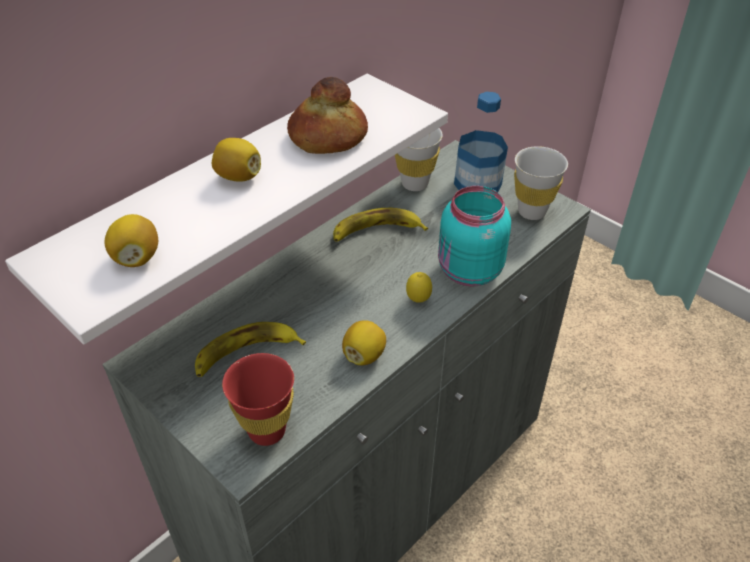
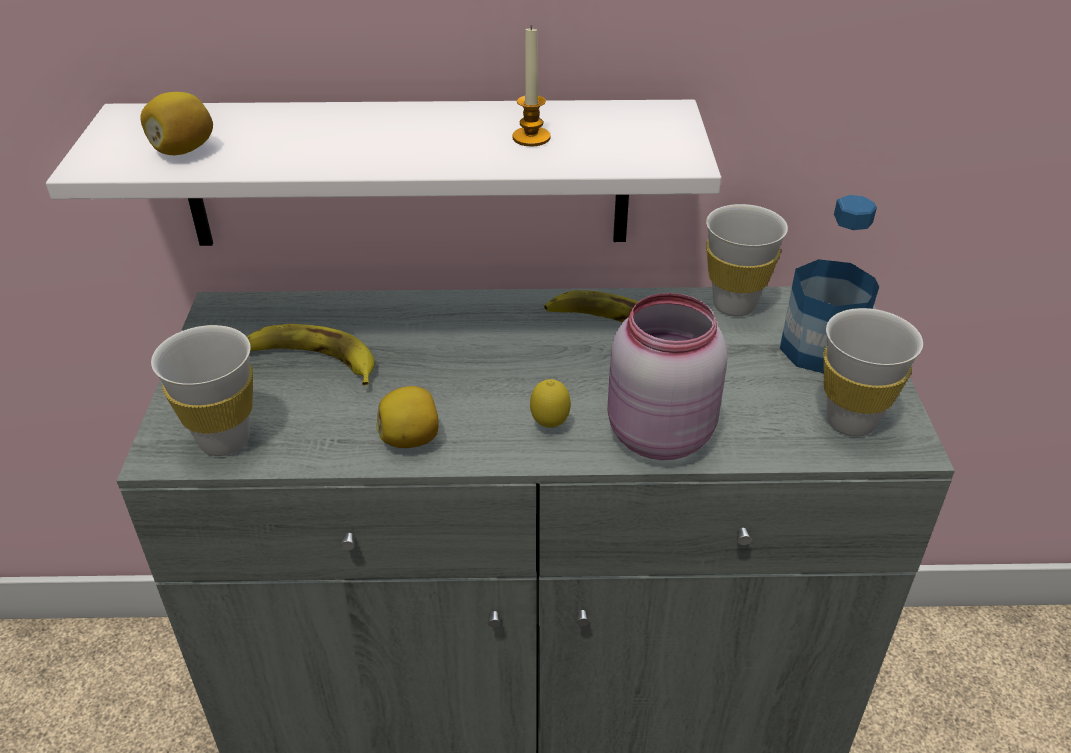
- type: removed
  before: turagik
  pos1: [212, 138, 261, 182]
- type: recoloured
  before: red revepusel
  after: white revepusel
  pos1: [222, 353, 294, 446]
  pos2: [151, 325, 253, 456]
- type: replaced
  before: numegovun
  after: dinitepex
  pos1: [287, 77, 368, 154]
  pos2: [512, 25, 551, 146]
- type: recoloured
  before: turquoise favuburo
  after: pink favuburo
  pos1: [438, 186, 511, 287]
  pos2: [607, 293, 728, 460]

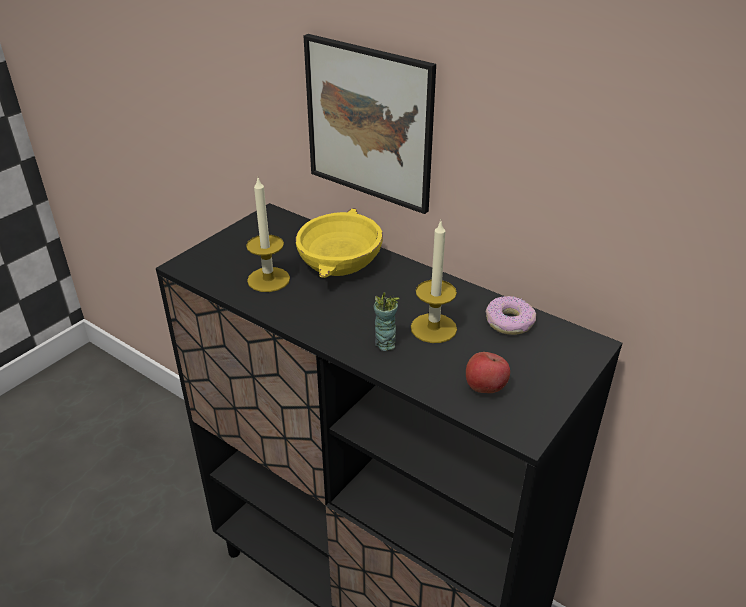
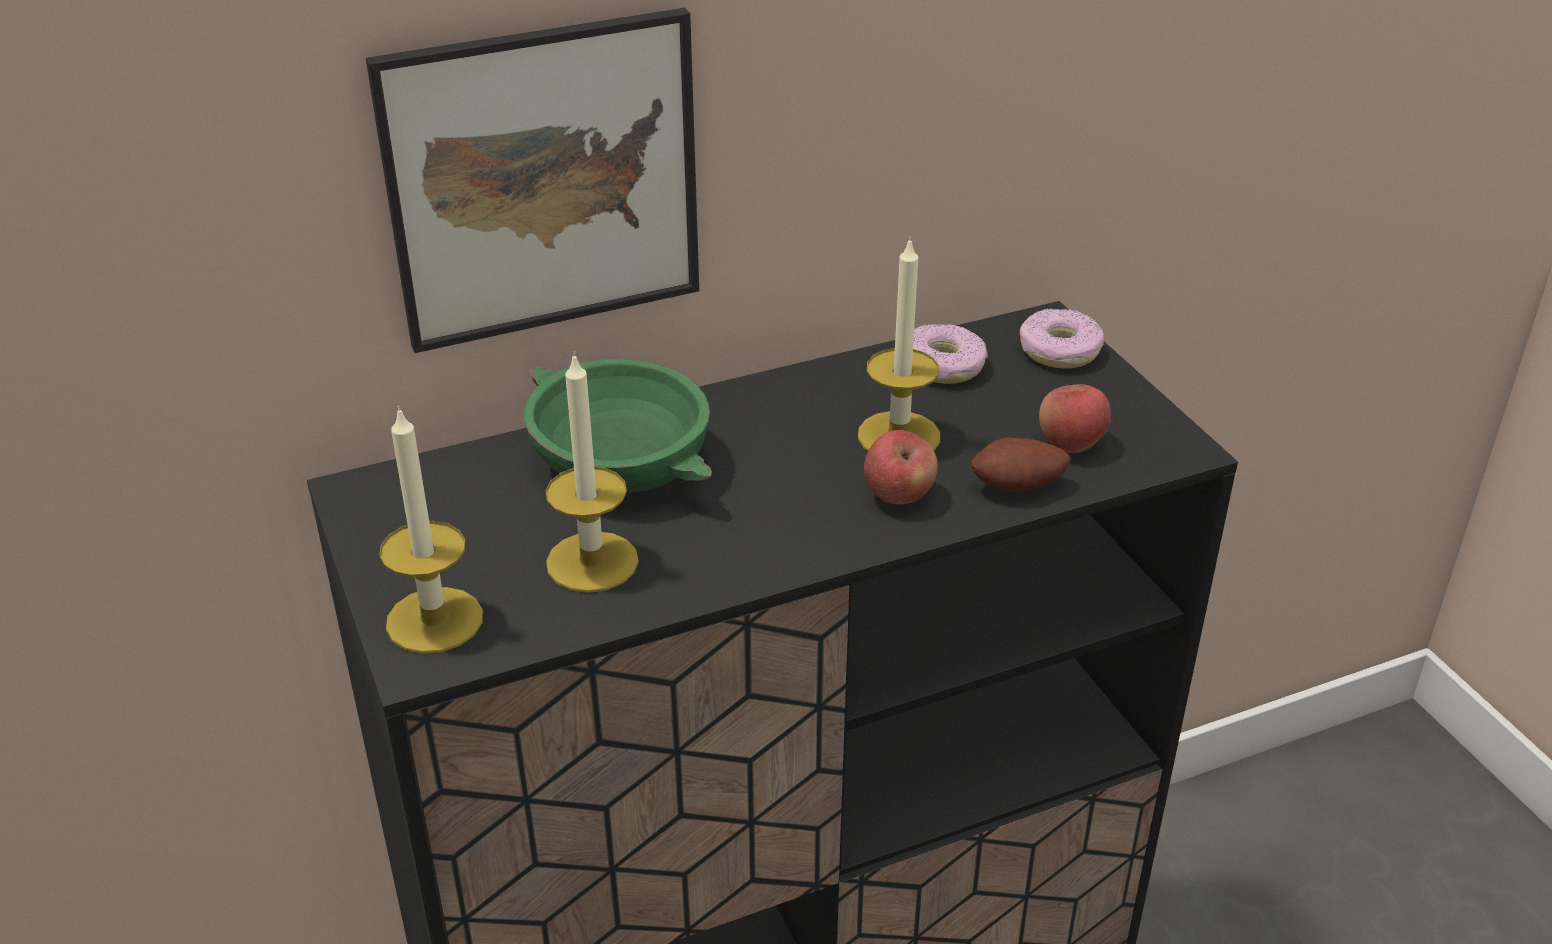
- type: recoloured
  before: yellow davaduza
  after: green davaduza
  pos1: [295, 208, 383, 278]
  pos2: [524, 359, 712, 493]
- type: replaced
  before: revepusel
  after: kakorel
  pos1: [373, 292, 400, 351]
  pos2: [864, 430, 938, 504]
- type: added
  after: dinitepex
  pos2: [379, 406, 483, 654]
- type: added
  after: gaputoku
  pos2: [971, 438, 1071, 492]
- type: added
  after: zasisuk
  pos2: [1020, 309, 1104, 369]

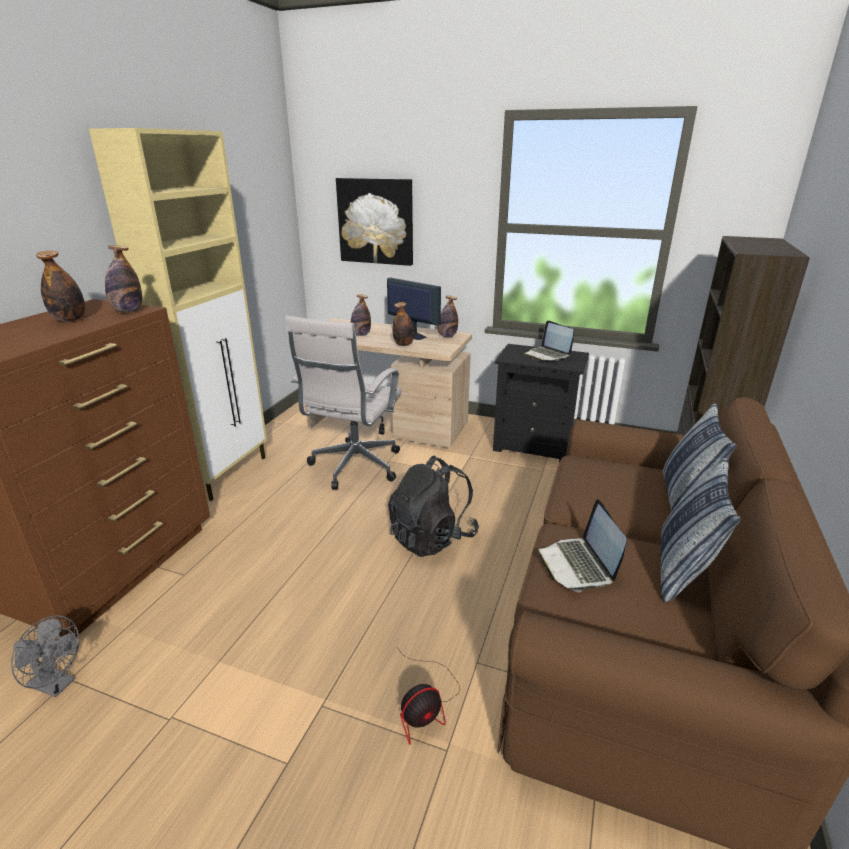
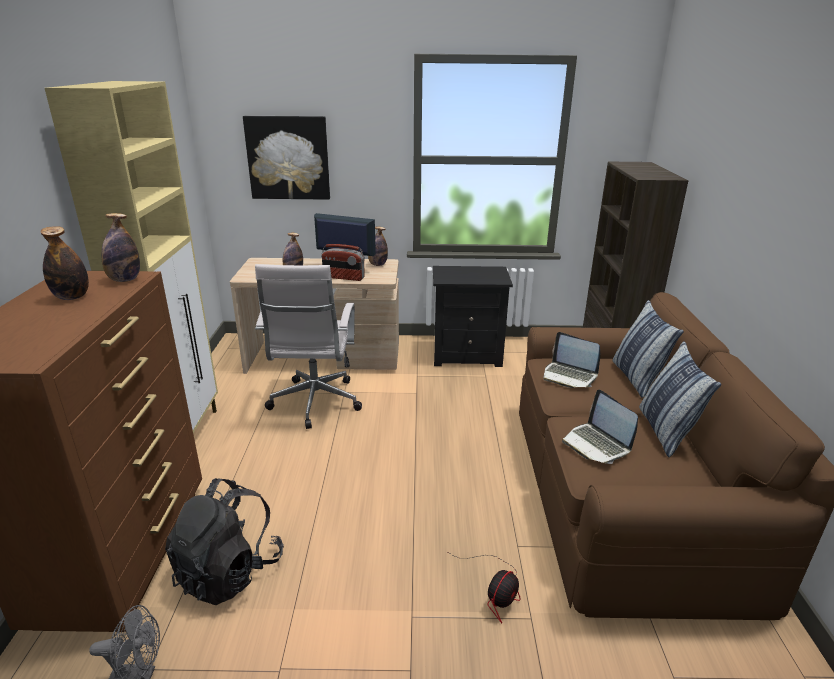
- type: moved
  before: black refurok
  pos1: [388, 456, 479, 557]
  pos2: [165, 478, 284, 605]
- type: replaced
  before: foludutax
  after: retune
  pos1: [392, 302, 414, 346]
  pos2: [321, 244, 365, 281]
- type: moved
  before: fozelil
  pos1: [524, 320, 574, 361]
  pos2: [543, 332, 600, 388]

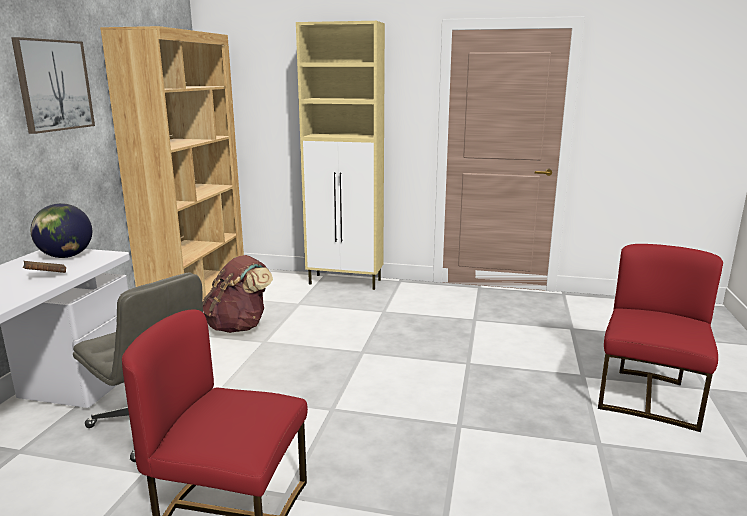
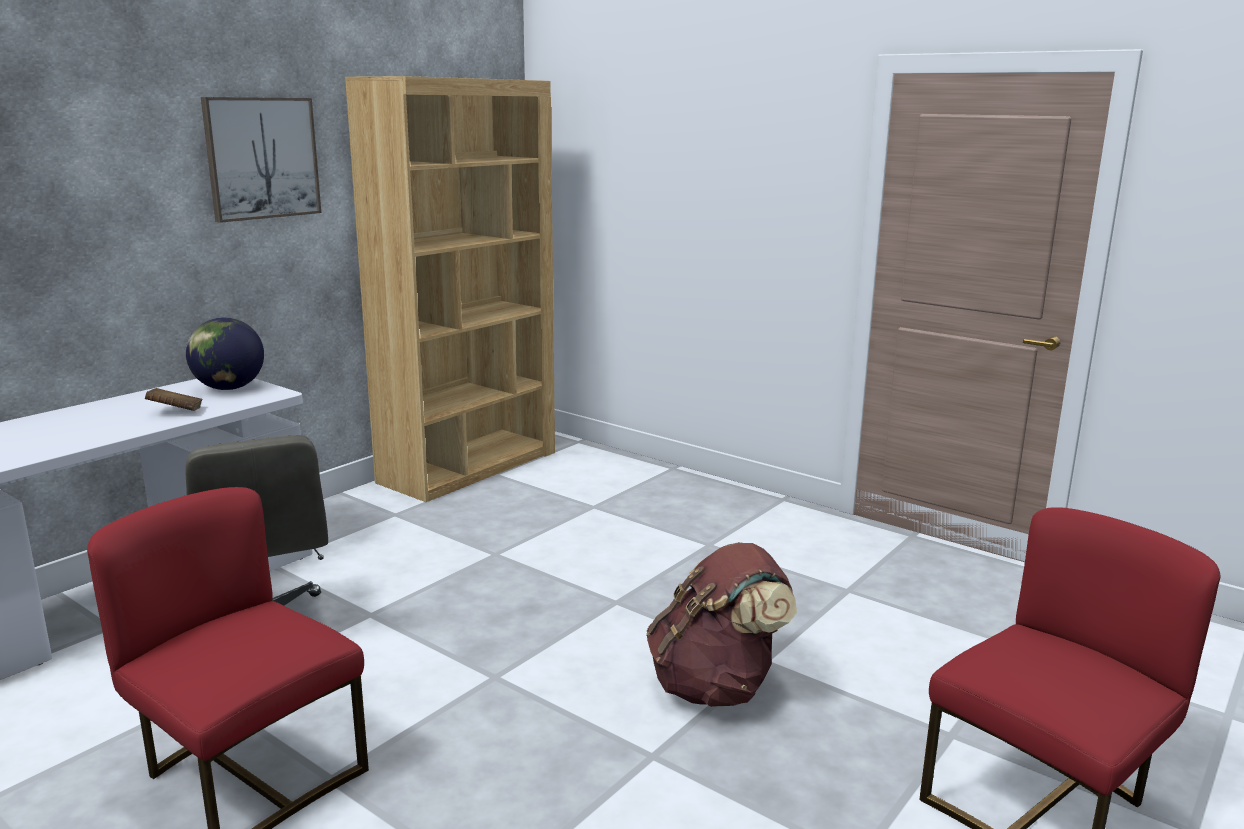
- type: moved
  before: brown refurok
  pos1: [203, 255, 273, 333]
  pos2: [646, 542, 797, 707]
- type: removed
  before: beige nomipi
  pos1: [296, 21, 385, 290]

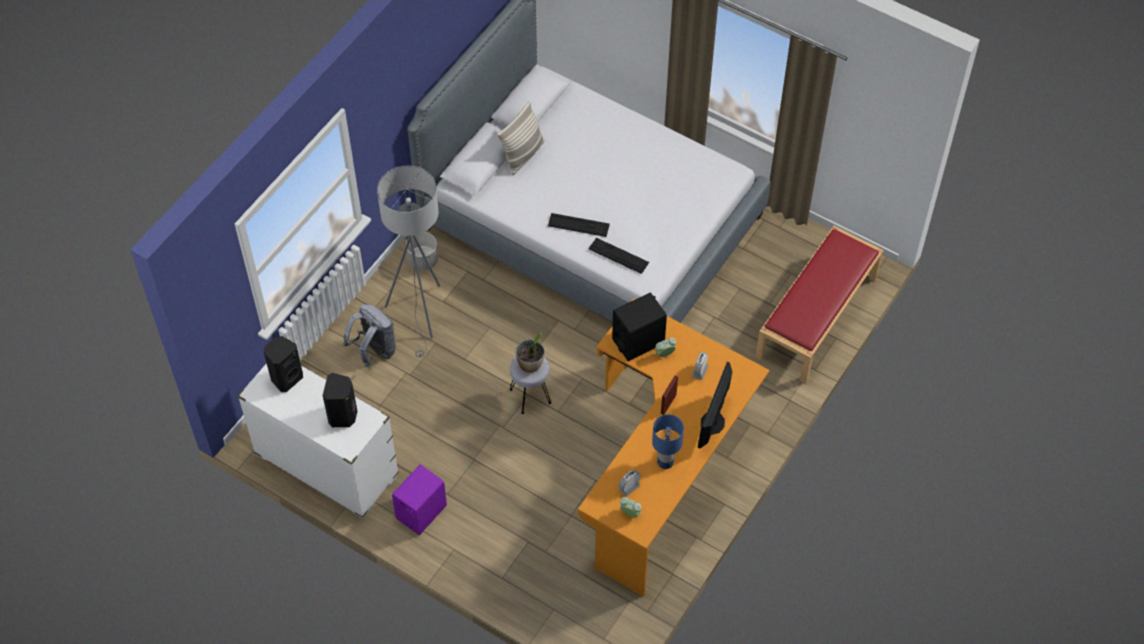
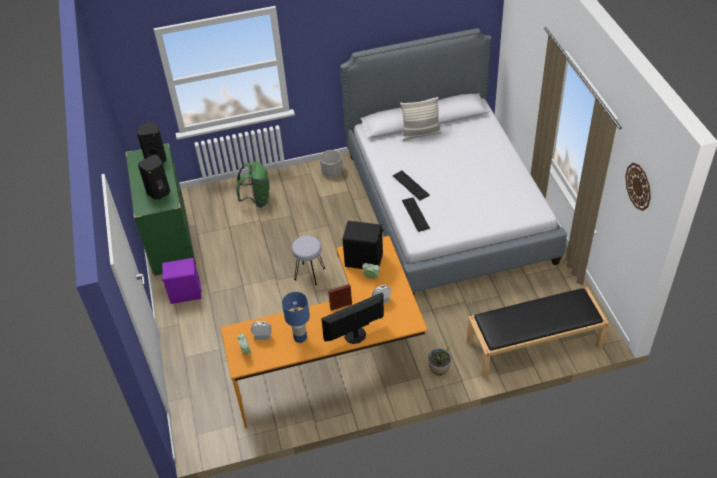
- type: recoloured
  before: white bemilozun
  after: green bemilozun
  pos1: [237, 363, 399, 519]
  pos2: [125, 143, 196, 276]
- type: recoloured
  before: grey refurok
  after: green refurok
  pos1: [343, 304, 396, 367]
  pos2: [236, 161, 269, 207]
- type: removed
  before: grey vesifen
  pos1: [377, 166, 440, 357]
- type: moved
  before: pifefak
  pos1: [516, 332, 545, 373]
  pos2: [428, 347, 451, 376]
- type: recoloured
  before: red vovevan
  after: black vovevan
  pos1: [756, 226, 884, 384]
  pos2: [467, 287, 609, 378]
- type: added
  after: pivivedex
  pos2: [625, 163, 651, 211]

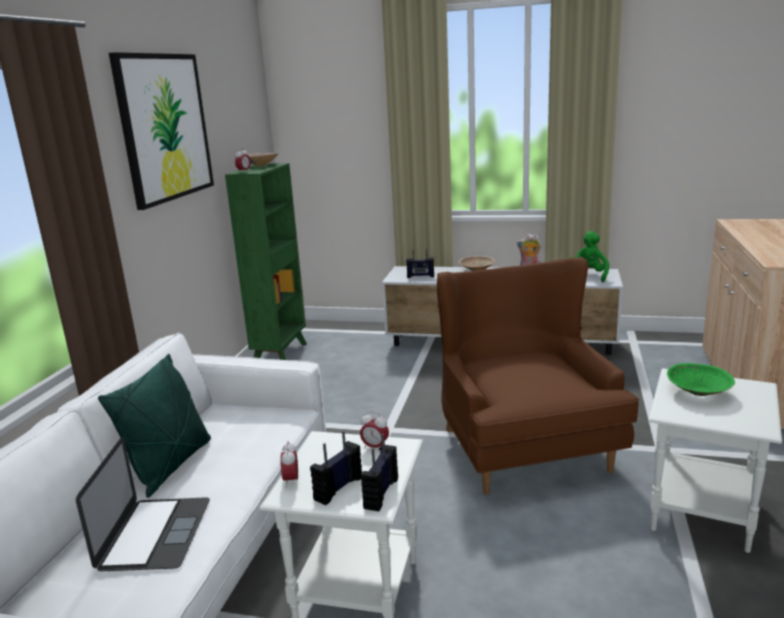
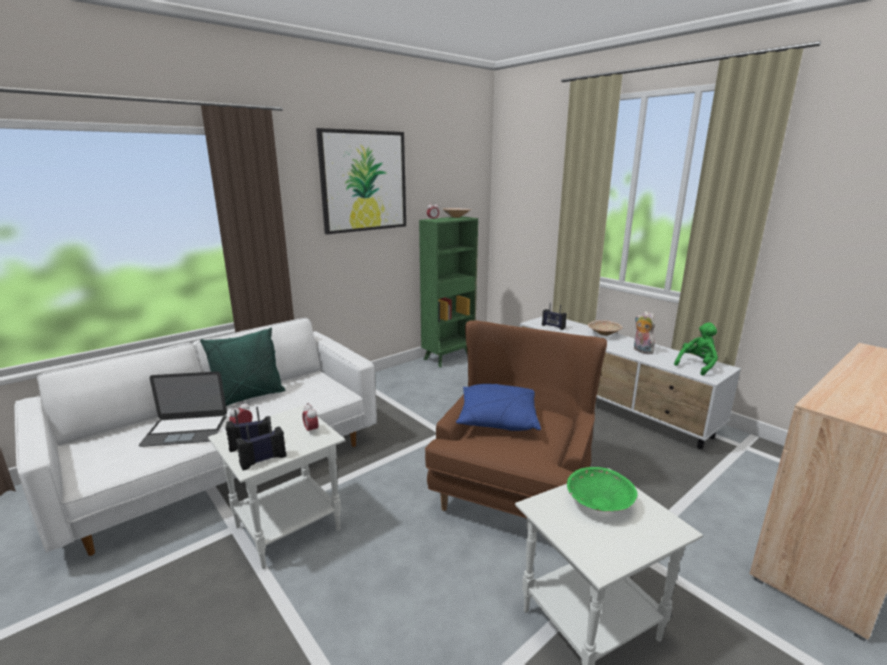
- type: turned
  before: fozelil
  pos1: [76, 437, 210, 571]
  pos2: [138, 371, 227, 447]
  turn: 45
- type: added
  after: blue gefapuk
  pos2: [456, 384, 541, 431]

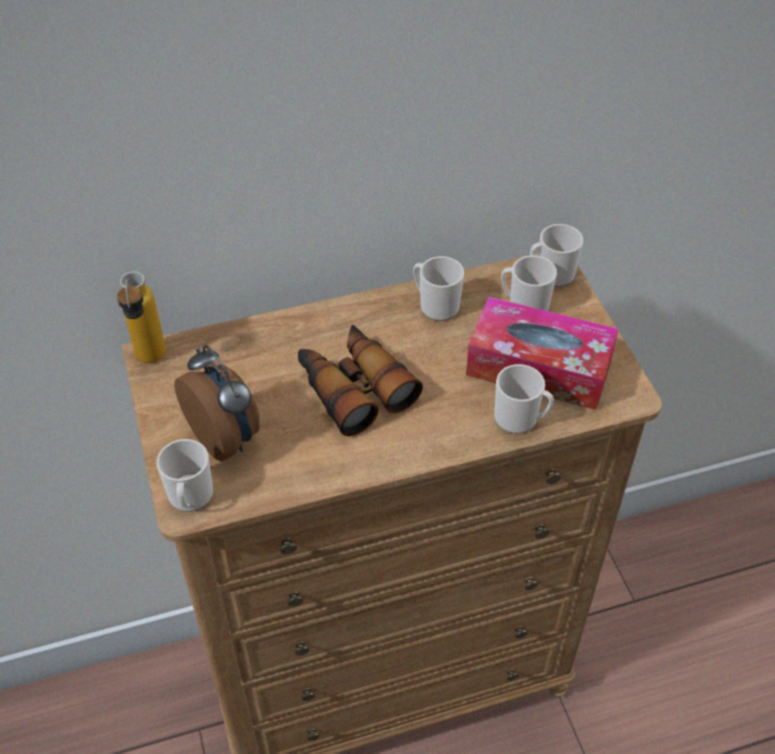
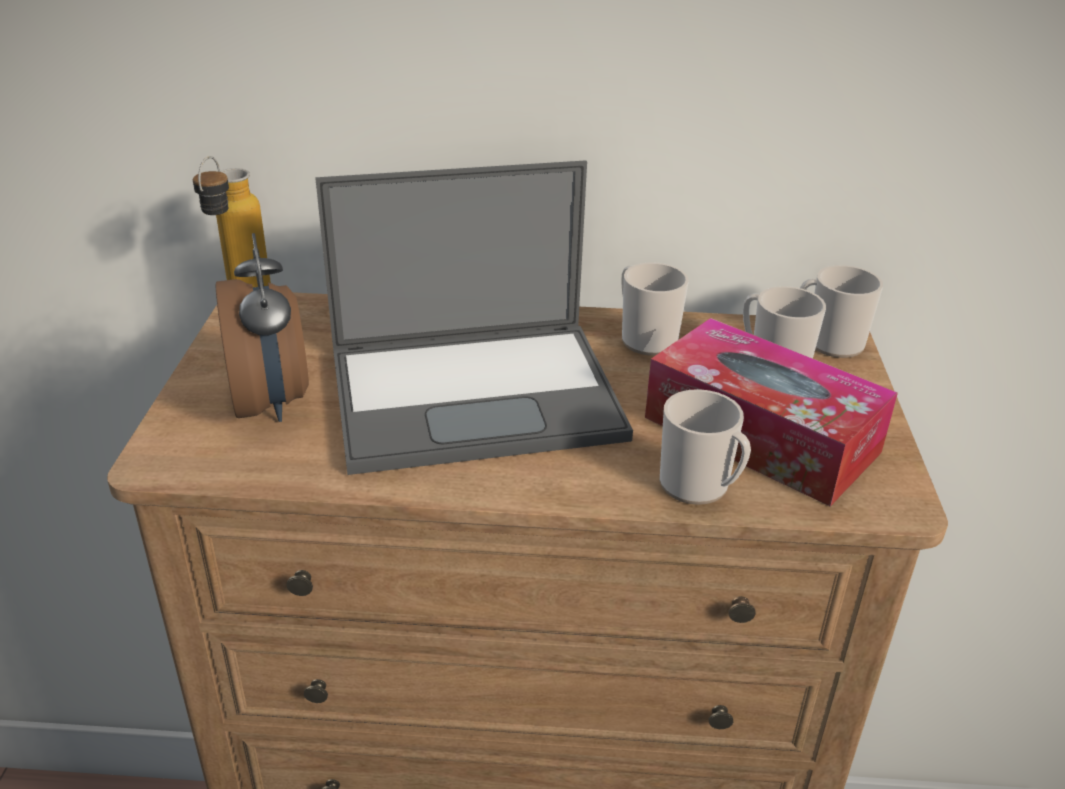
- type: removed
  before: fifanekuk
  pos1: [156, 439, 213, 512]
- type: replaced
  before: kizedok
  after: fozelil
  pos1: [298, 325, 423, 436]
  pos2: [315, 160, 633, 475]

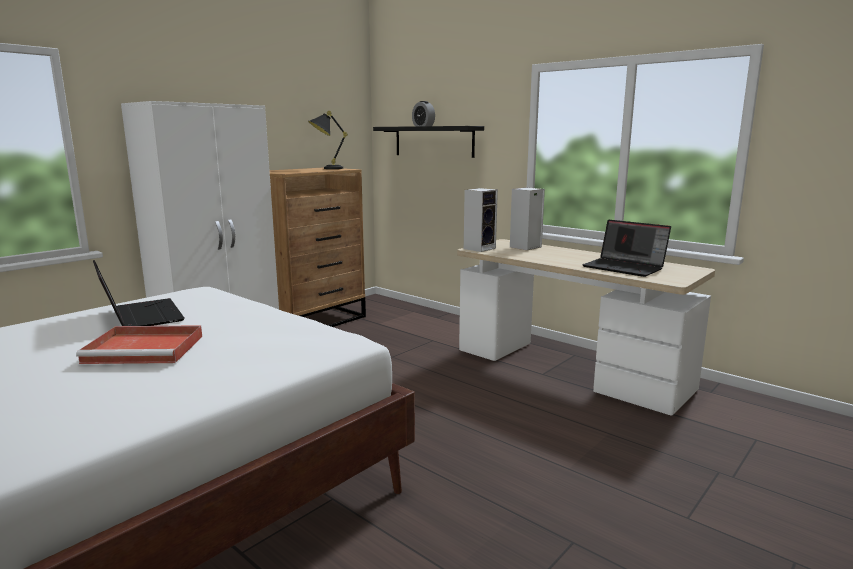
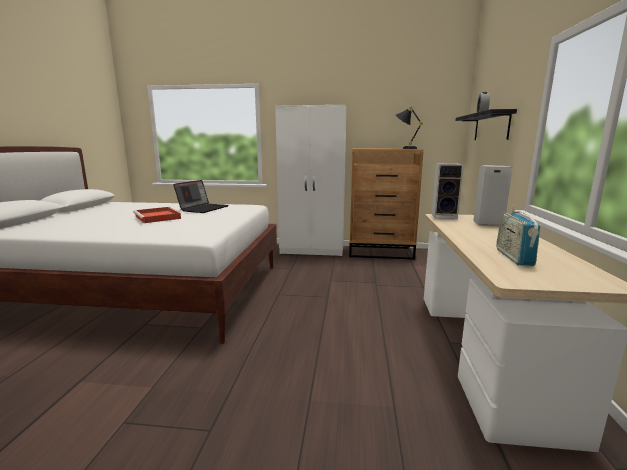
- type: replaced
  before: fozelil
  after: retune
  pos1: [582, 220, 671, 277]
  pos2: [496, 205, 541, 266]

